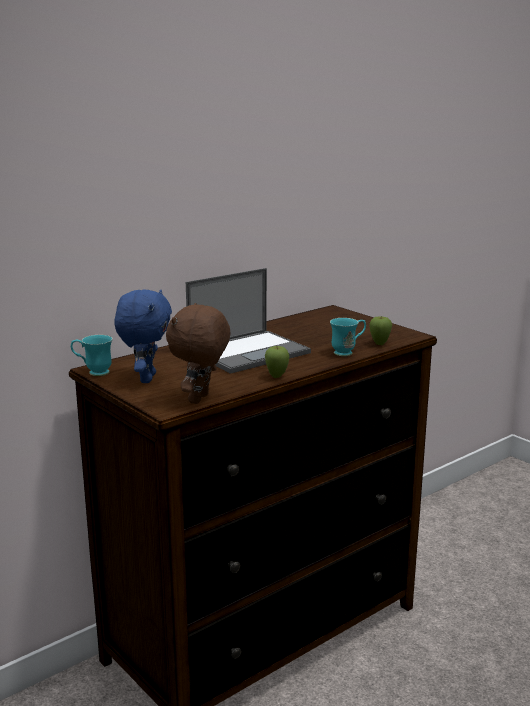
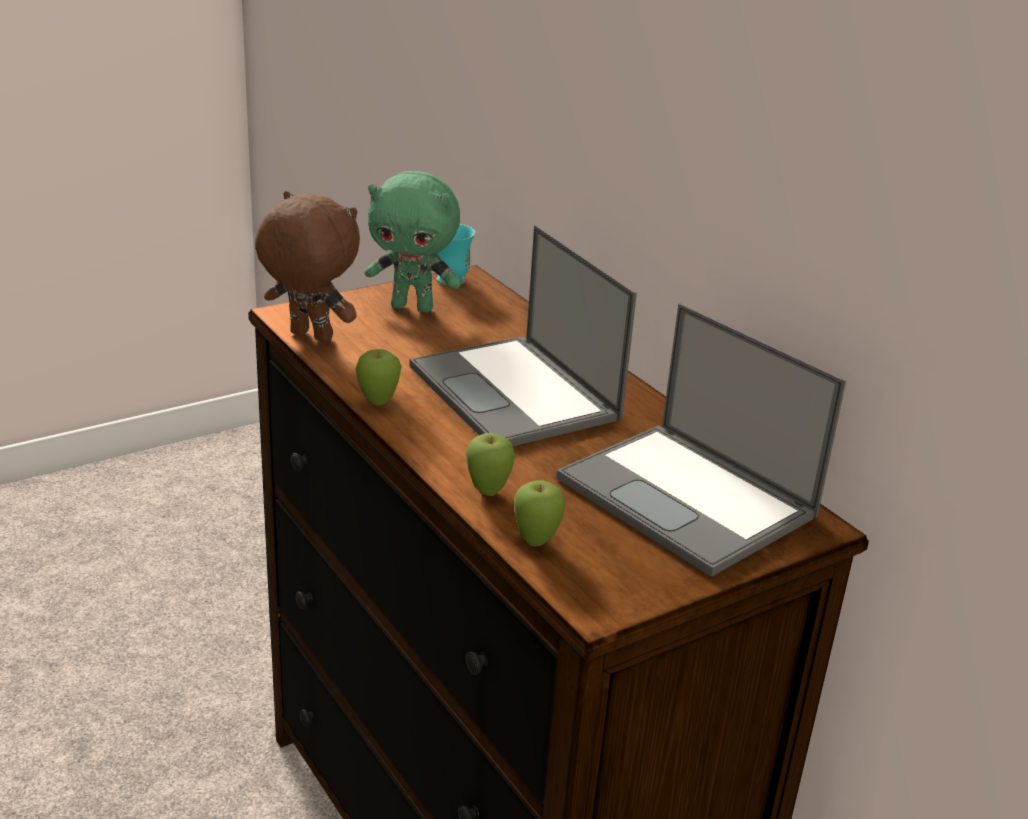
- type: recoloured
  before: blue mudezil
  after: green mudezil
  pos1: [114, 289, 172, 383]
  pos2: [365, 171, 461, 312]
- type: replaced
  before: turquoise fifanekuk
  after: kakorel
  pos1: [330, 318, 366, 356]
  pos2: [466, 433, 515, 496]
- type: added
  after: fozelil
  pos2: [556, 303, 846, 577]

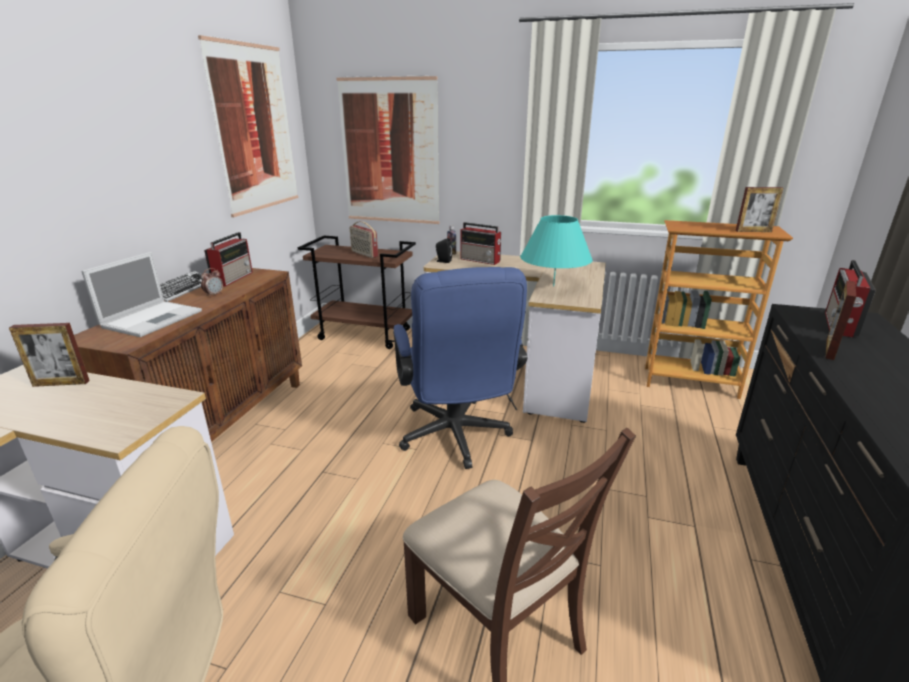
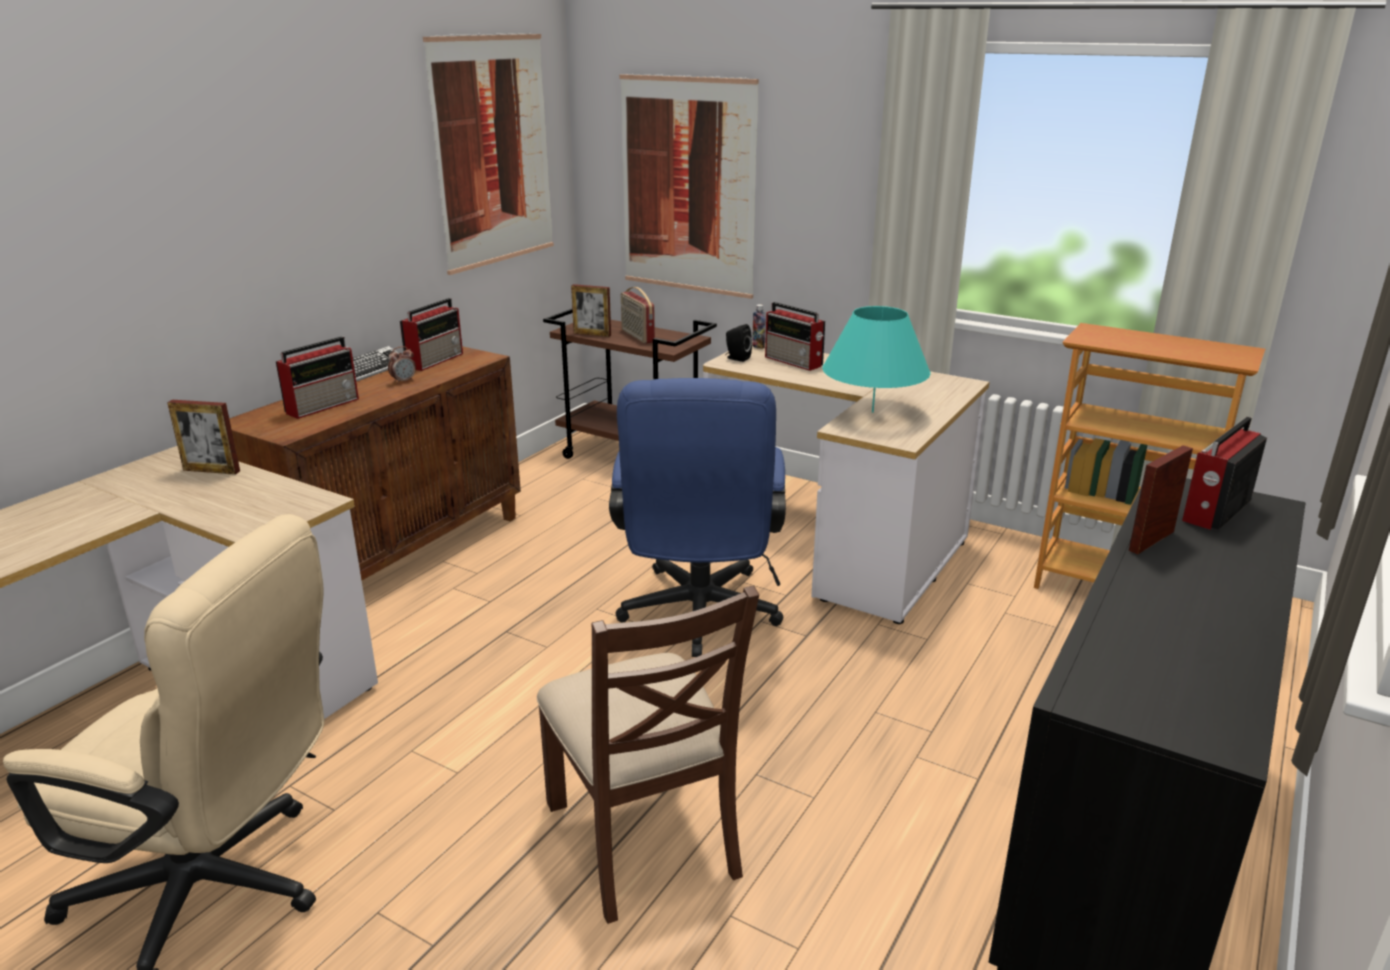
- type: replaced
  before: fozelil
  after: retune
  pos1: [82, 252, 202, 337]
  pos2: [276, 336, 359, 419]
- type: moved
  before: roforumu
  pos1: [736, 187, 783, 232]
  pos2: [571, 284, 611, 337]

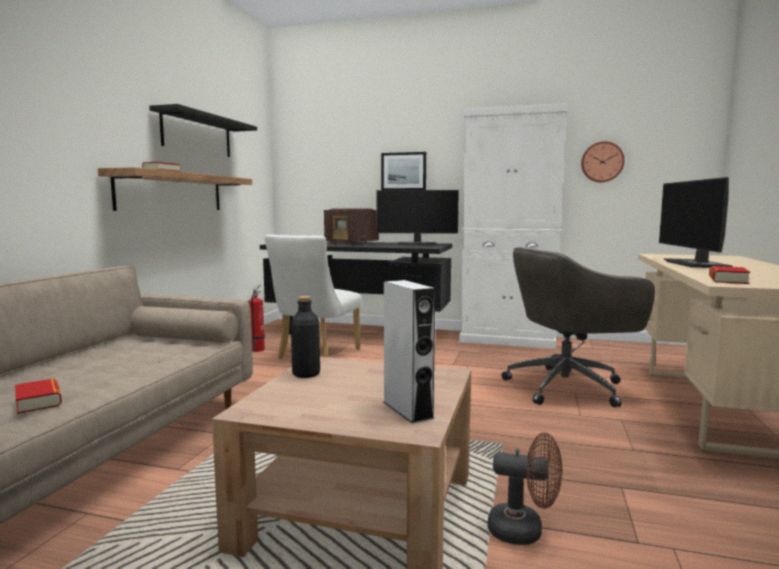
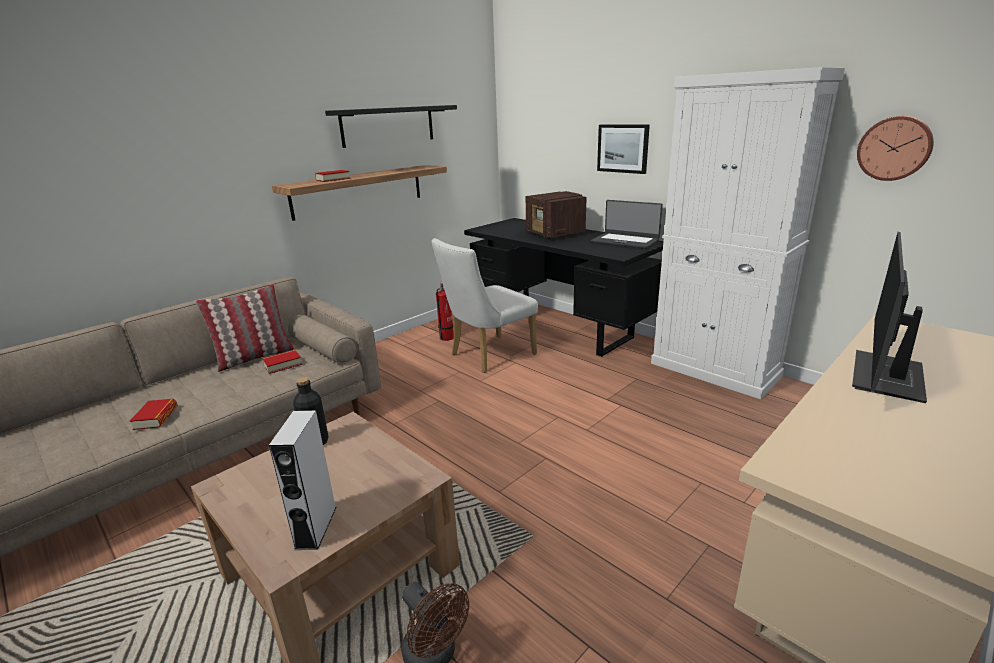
- type: replaced
  before: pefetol
  after: fozelil
  pos1: [376, 190, 459, 245]
  pos2: [591, 200, 663, 249]
- type: removed
  before: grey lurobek
  pos1: [502, 247, 655, 407]
- type: moved
  before: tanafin
  pos1: [709, 266, 751, 284]
  pos2: [263, 350, 302, 374]
- type: added
  after: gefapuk
  pos2: [196, 284, 294, 372]

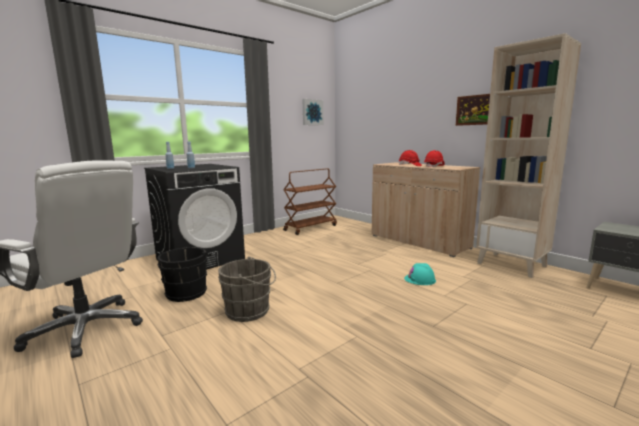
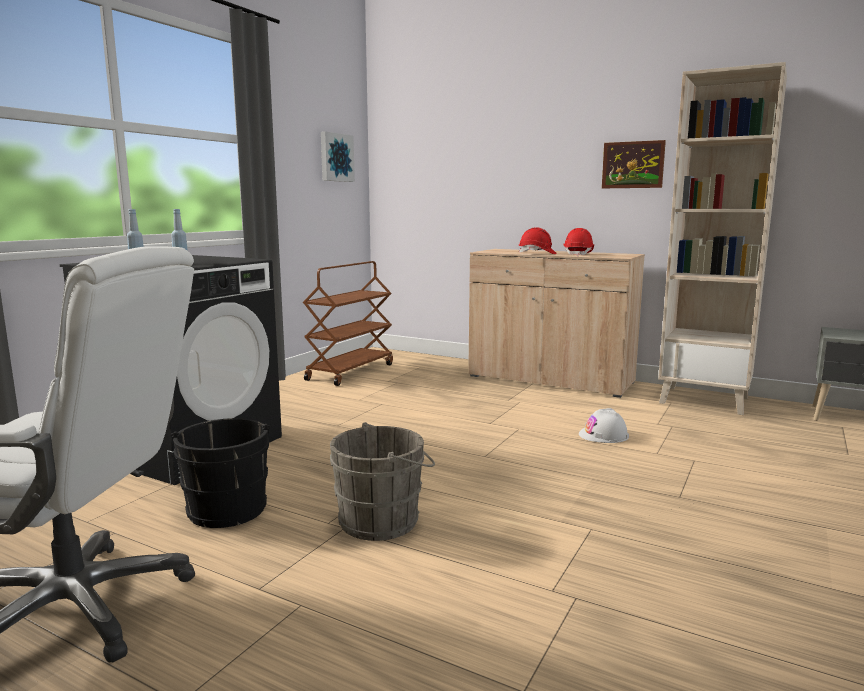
- type: recoloured
  before: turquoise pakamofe
  after: white pakamofe
  pos1: [404, 263, 436, 285]
  pos2: [579, 408, 629, 443]

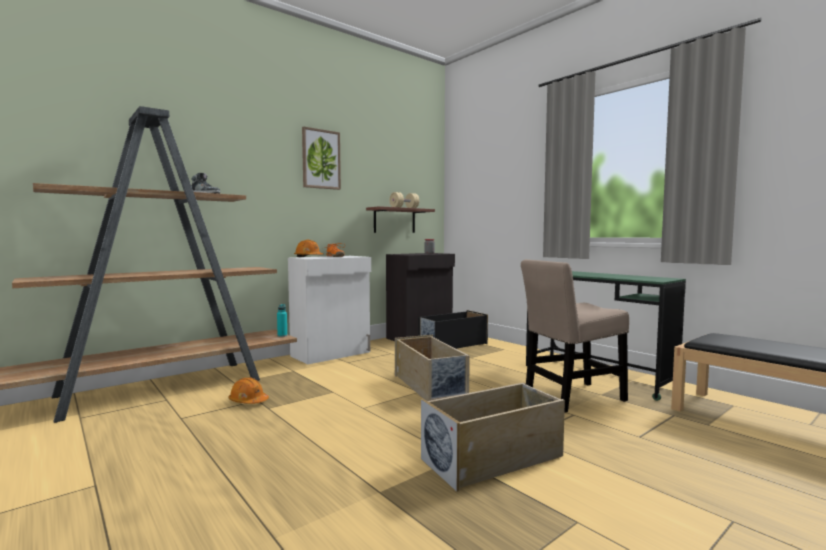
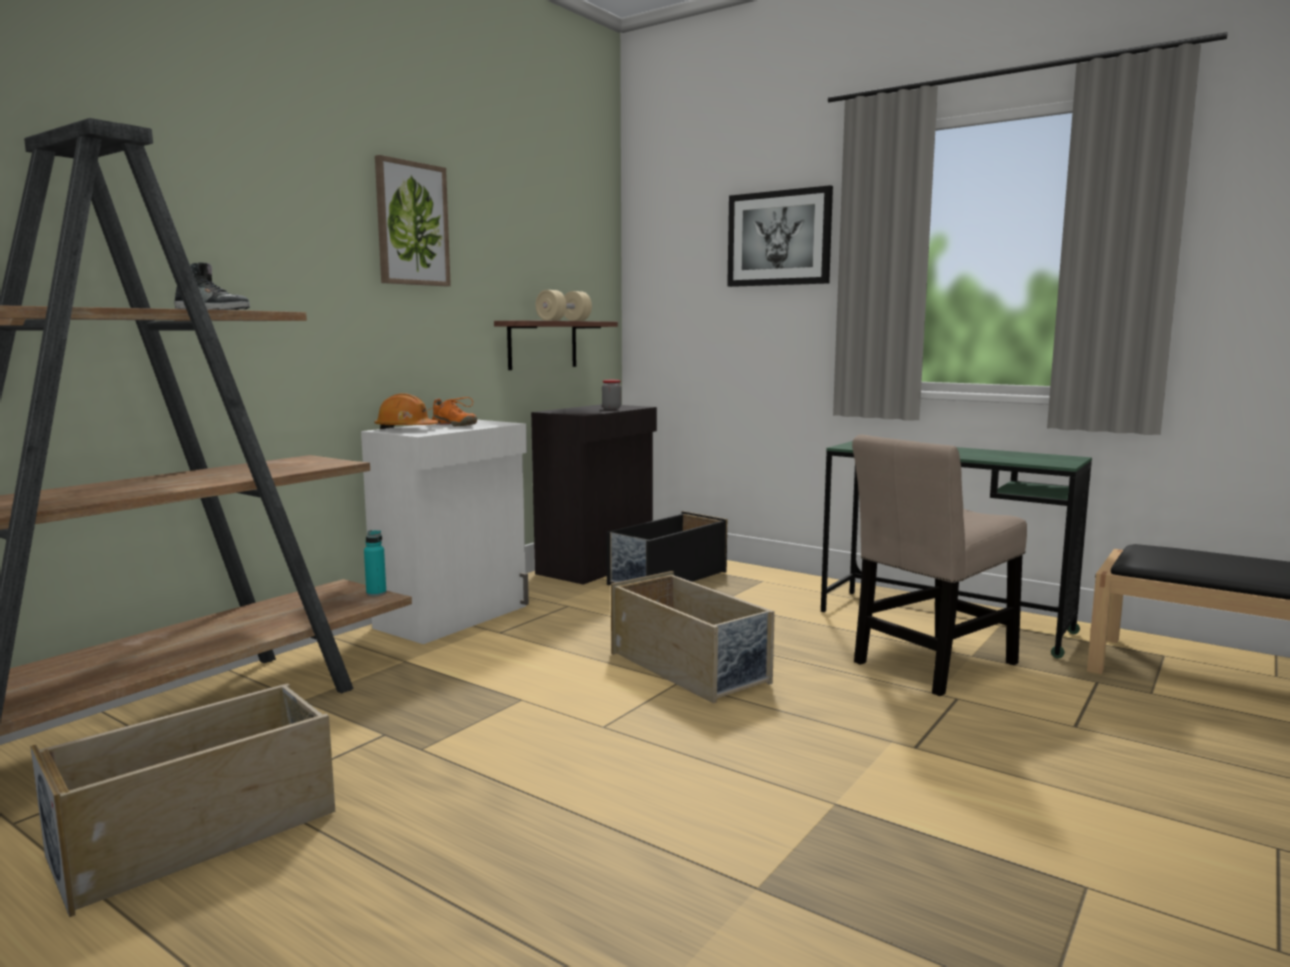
- type: removed
  before: orange pakamofe
  pos1: [229, 378, 269, 404]
- type: moved
  before: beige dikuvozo
  pos1: [421, 383, 565, 492]
  pos2: [30, 683, 335, 917]
- type: added
  after: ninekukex
  pos2: [727, 185, 833, 287]

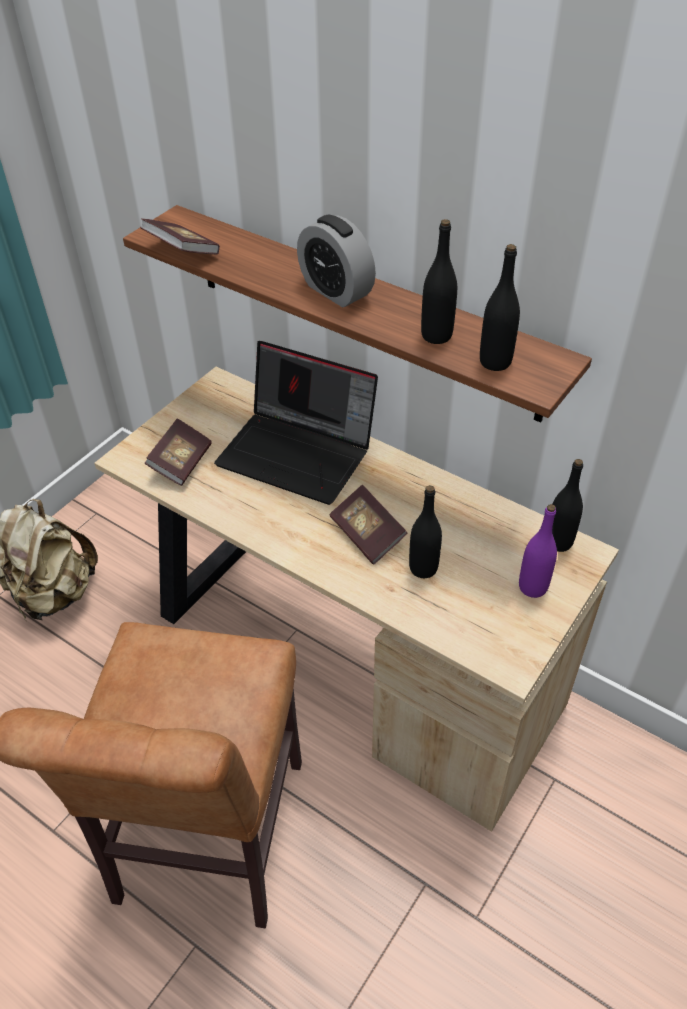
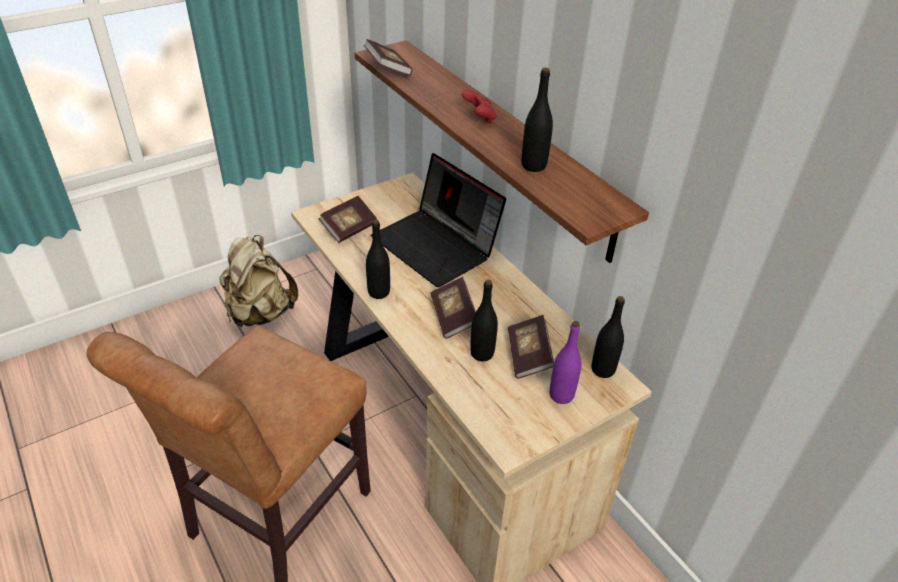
- type: replaced
  before: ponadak
  after: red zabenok
  pos1: [297, 215, 376, 307]
  pos2: [461, 89, 496, 124]
- type: moved
  before: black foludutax
  pos1: [480, 244, 520, 371]
  pos2: [366, 220, 390, 299]
- type: added
  after: tanafin
  pos2: [508, 315, 554, 379]

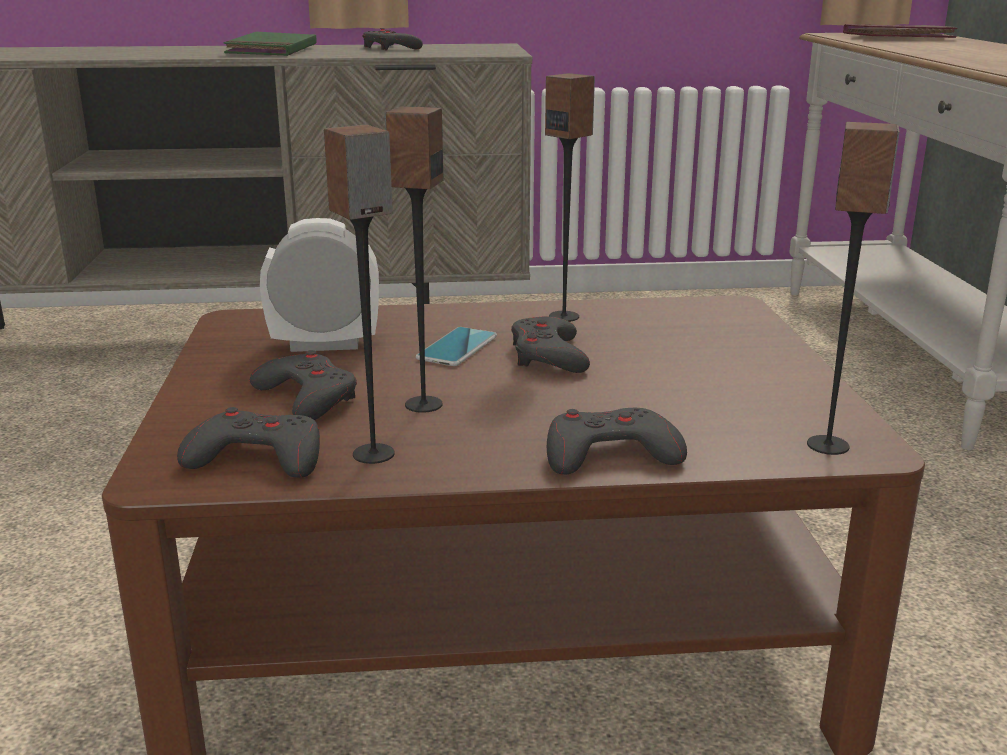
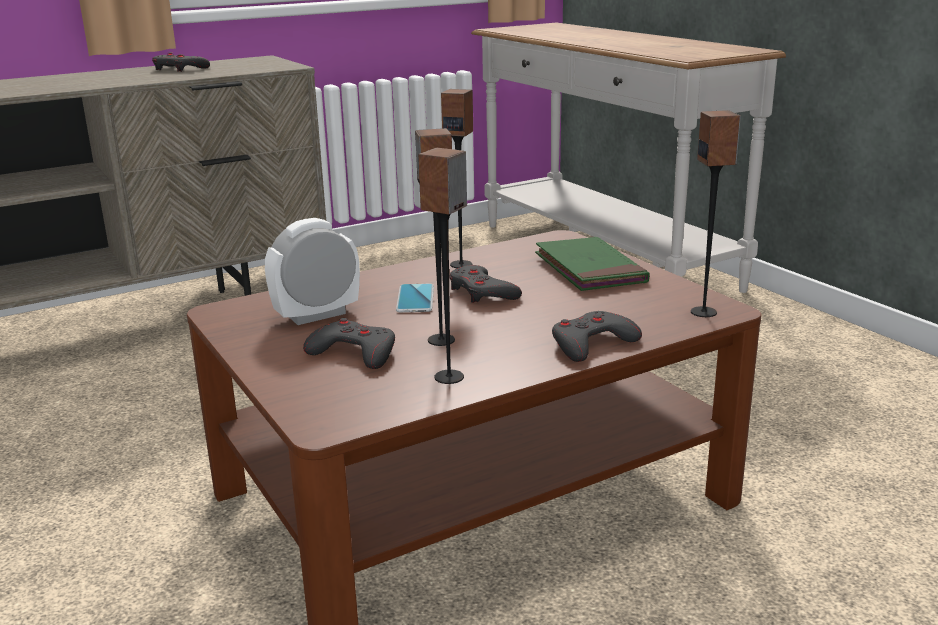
- type: removed
  before: grey zabenok
  pos1: [177, 407, 320, 478]
- type: moved
  before: green tanafin
  pos1: [224, 32, 317, 56]
  pos2: [535, 237, 650, 291]
- type: removed
  before: red tanafin
  pos1: [843, 24, 957, 38]

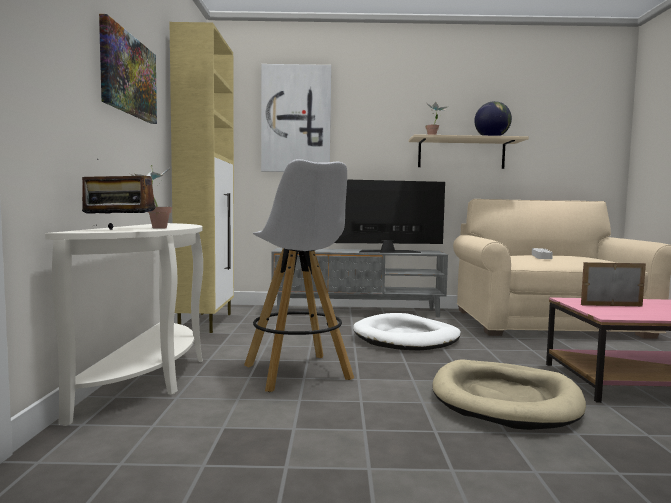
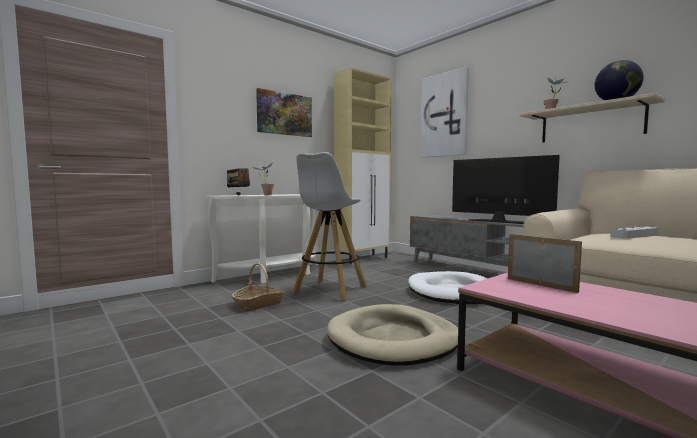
- type: added
  after: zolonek
  pos2: [232, 263, 285, 311]

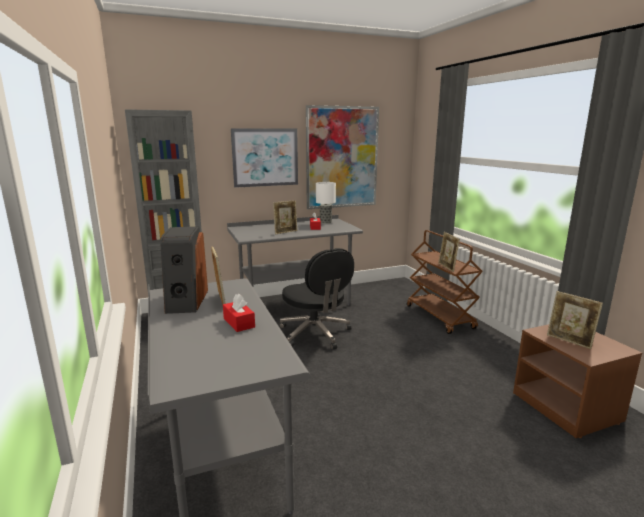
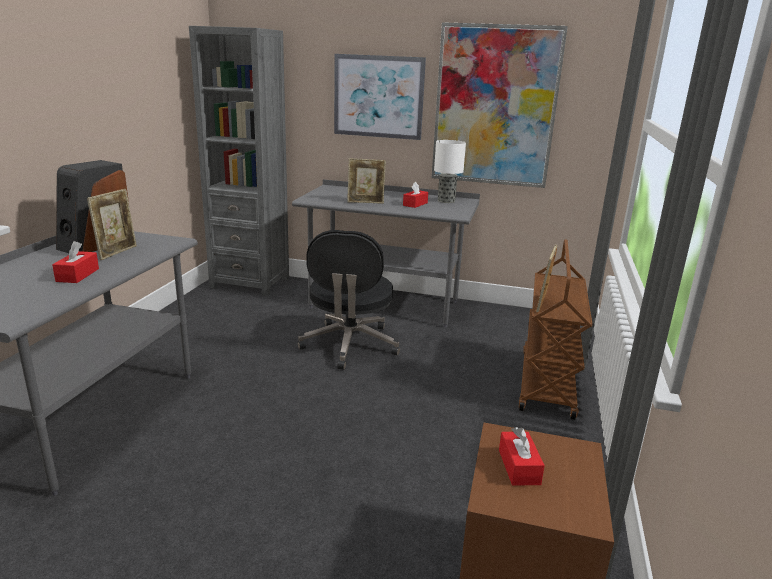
- type: replaced
  before: roforumu
  after: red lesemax
  pos1: [547, 291, 603, 349]
  pos2: [499, 427, 545, 485]

